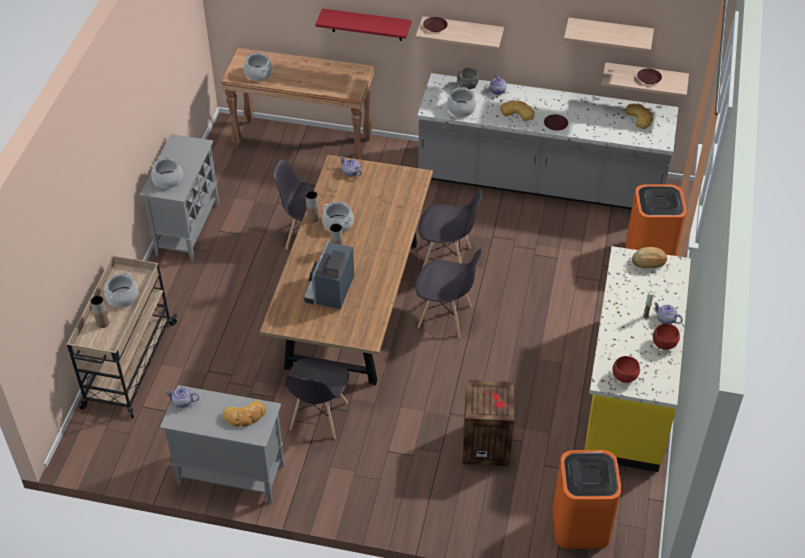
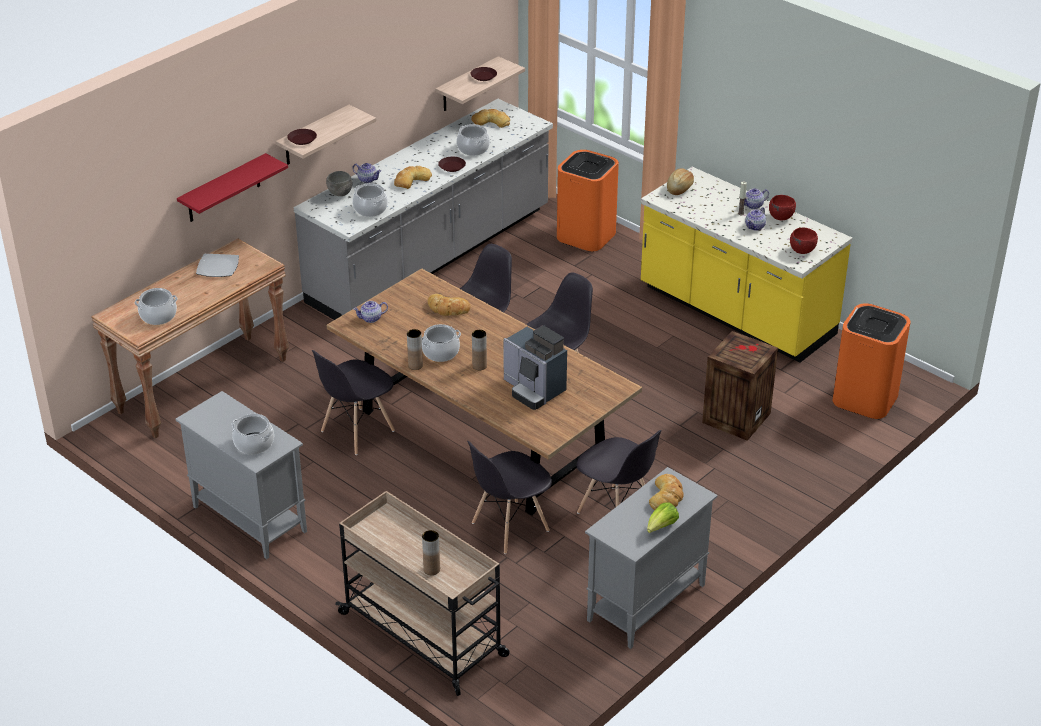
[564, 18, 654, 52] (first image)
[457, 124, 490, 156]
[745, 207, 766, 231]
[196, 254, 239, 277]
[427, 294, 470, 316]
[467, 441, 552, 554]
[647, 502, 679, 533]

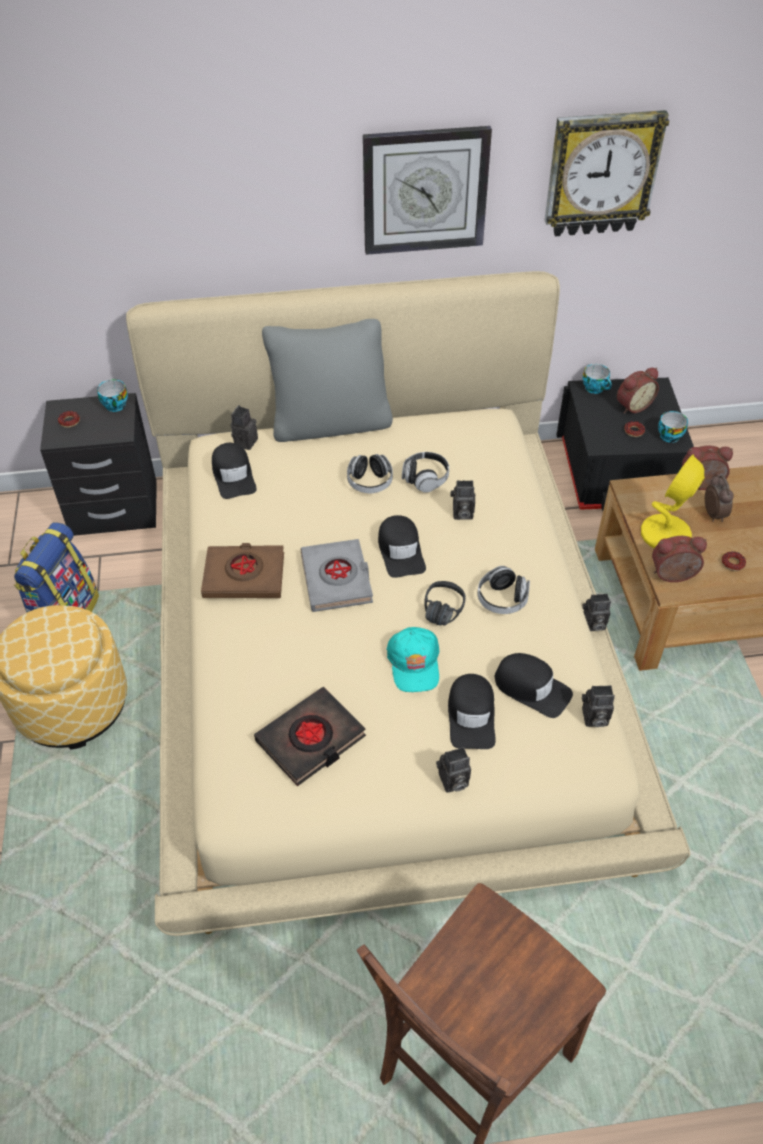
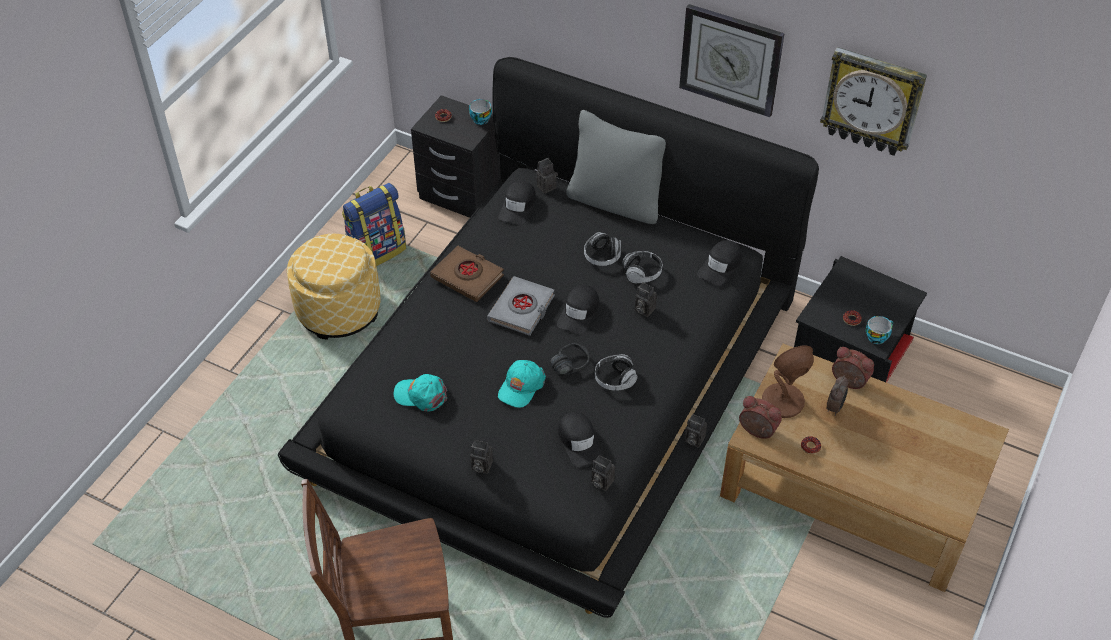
[278, 57, 819, 618]
[582, 364, 612, 394] (first image)
[617, 368, 659, 414] (first image)
[762, 346, 814, 418]
[697, 240, 742, 286]
[394, 374, 448, 412]

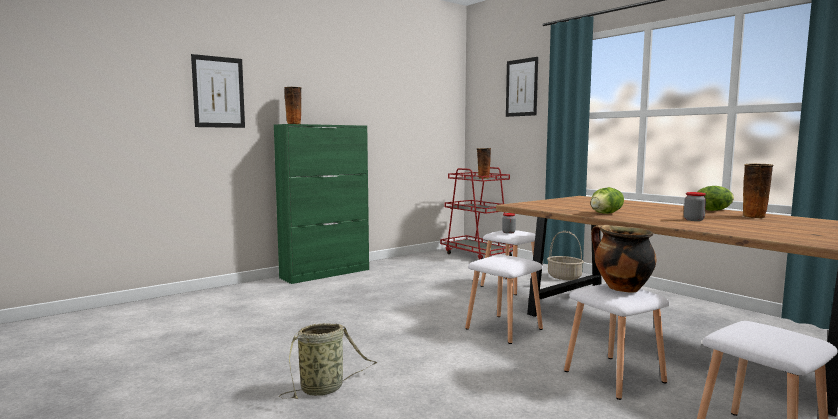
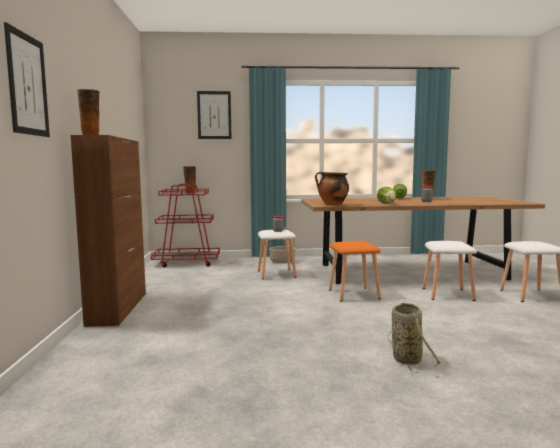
[71, 135, 146, 327]
[315, 172, 349, 205]
[329, 241, 381, 302]

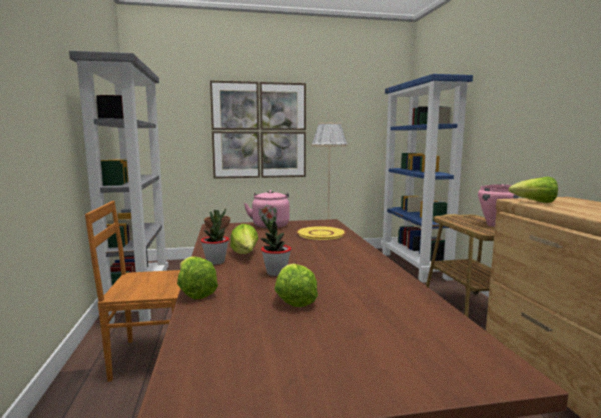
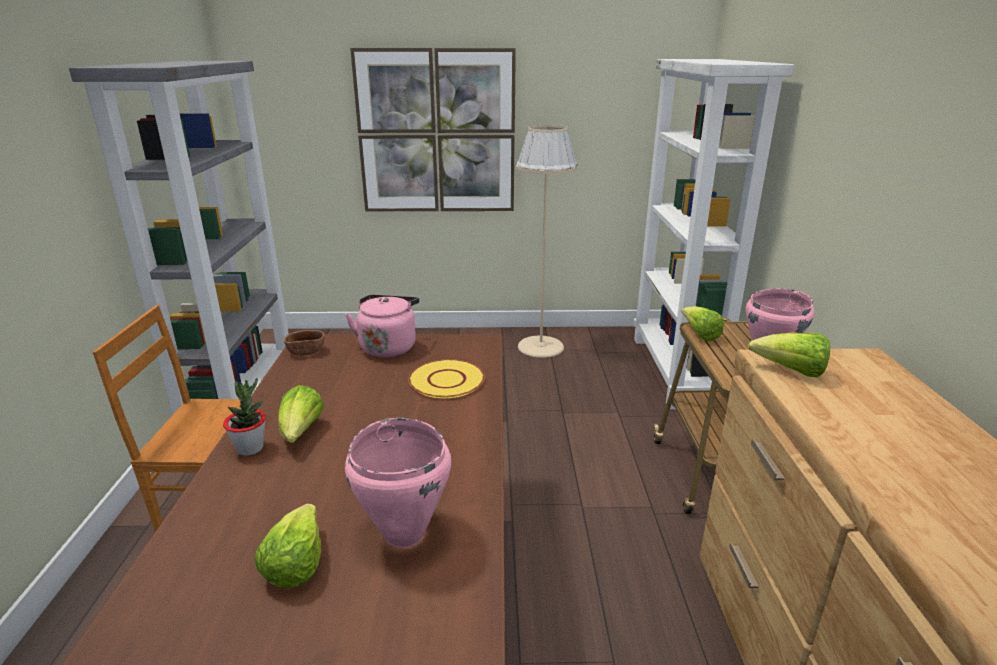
[633, 59, 794, 410]
[260, 216, 291, 276] (first image)
[681, 306, 724, 341]
[345, 418, 451, 548]

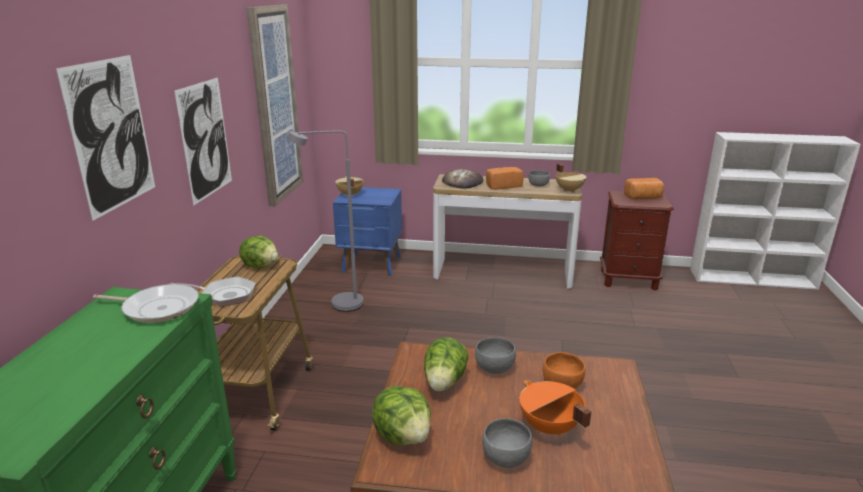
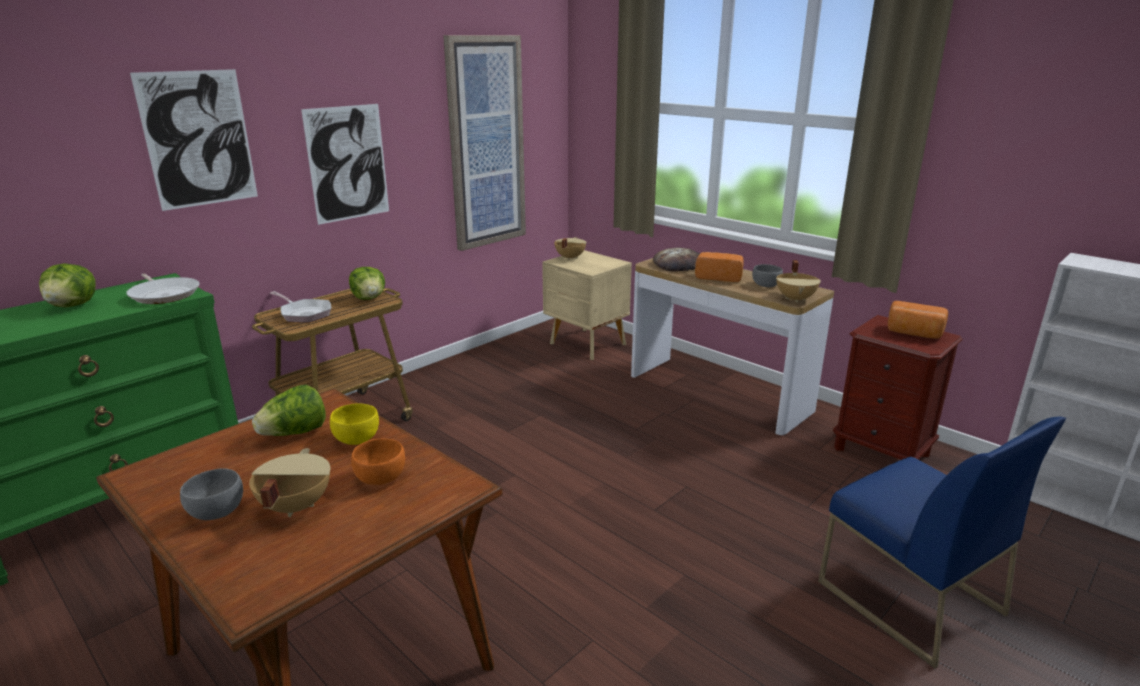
[287, 130, 363, 312] (first image)
[542, 250, 632, 360]
[330, 403, 379, 445]
[249, 448, 331, 517]
[39, 263, 96, 308]
[818, 417, 1066, 669]

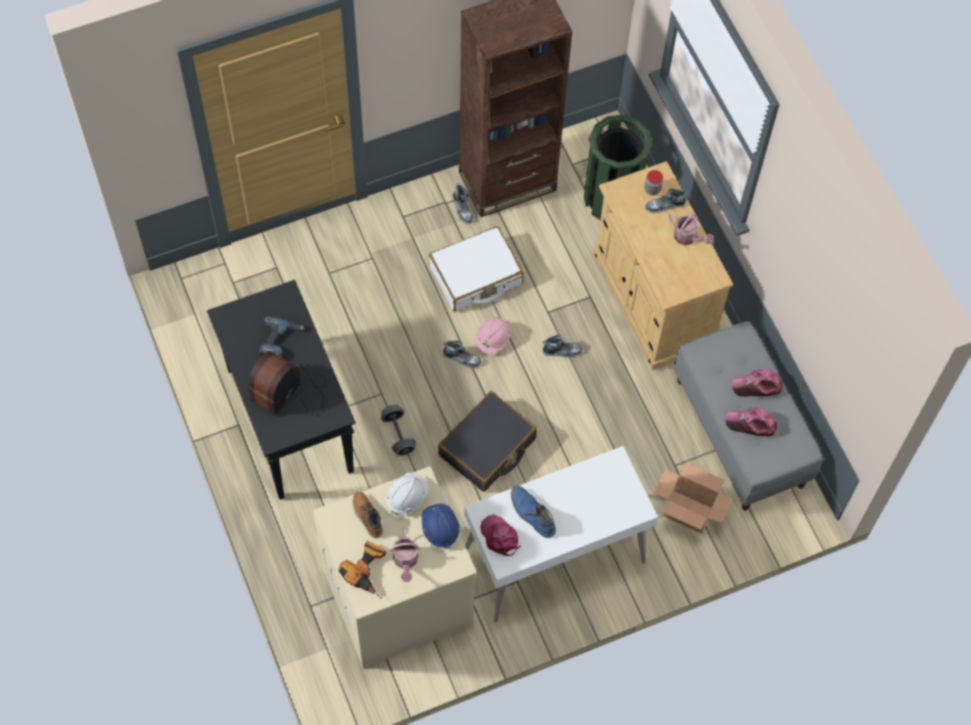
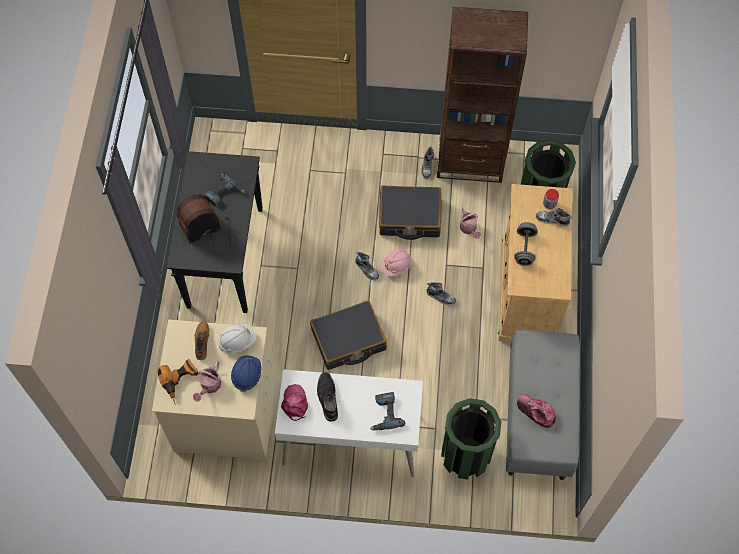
[460, 207, 481, 239]
[379, 185, 441, 240]
[731, 369, 782, 397] (first image)
[514, 222, 538, 266]
[441, 398, 501, 480]
[317, 372, 338, 421]
[370, 392, 405, 431]

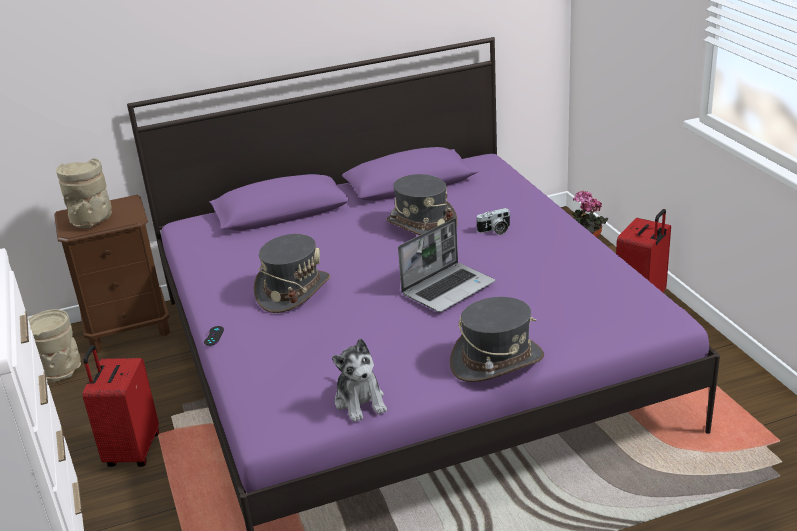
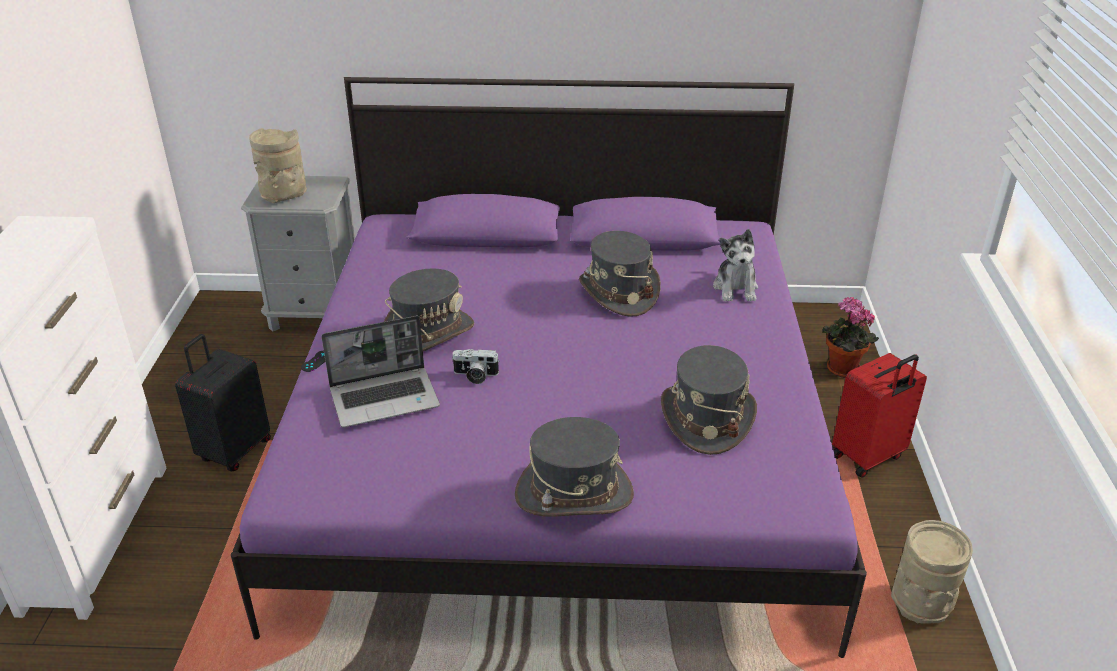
[241, 176, 355, 331]
[451, 349, 500, 384]
[321, 316, 440, 428]
[891, 520, 973, 624]
[713, 229, 758, 302]
[175, 334, 271, 471]
[661, 345, 757, 455]

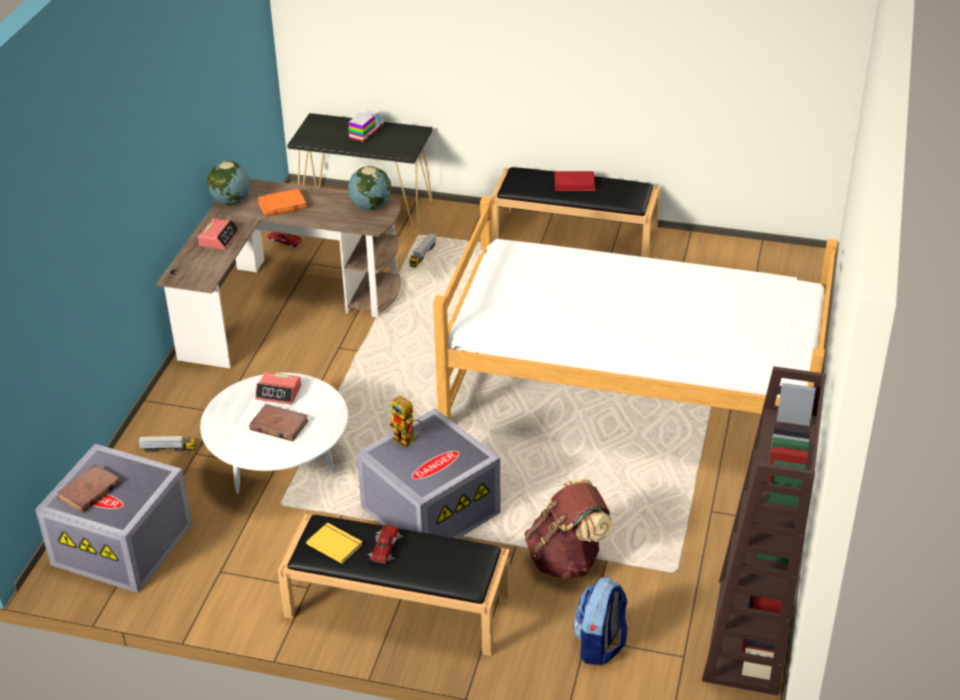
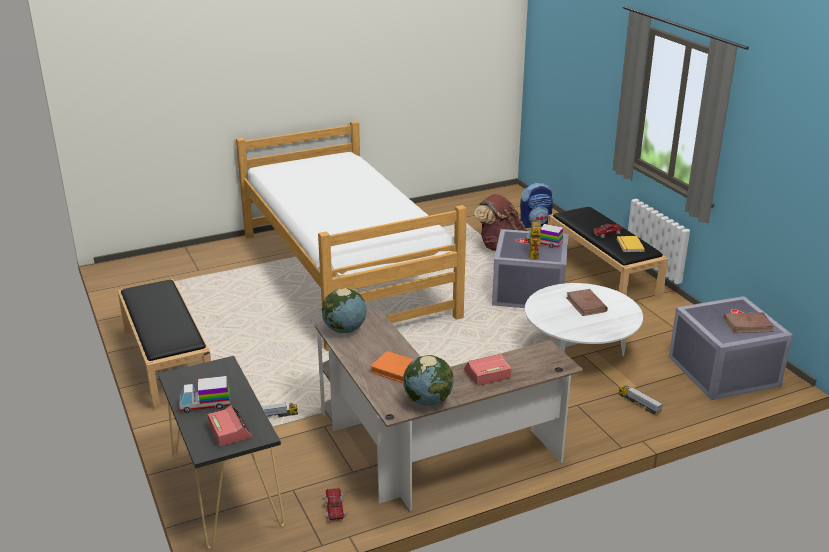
[554, 171, 596, 191] (first image)
[702, 366, 826, 695] (first image)
[208, 405, 252, 446]
[526, 224, 563, 248]

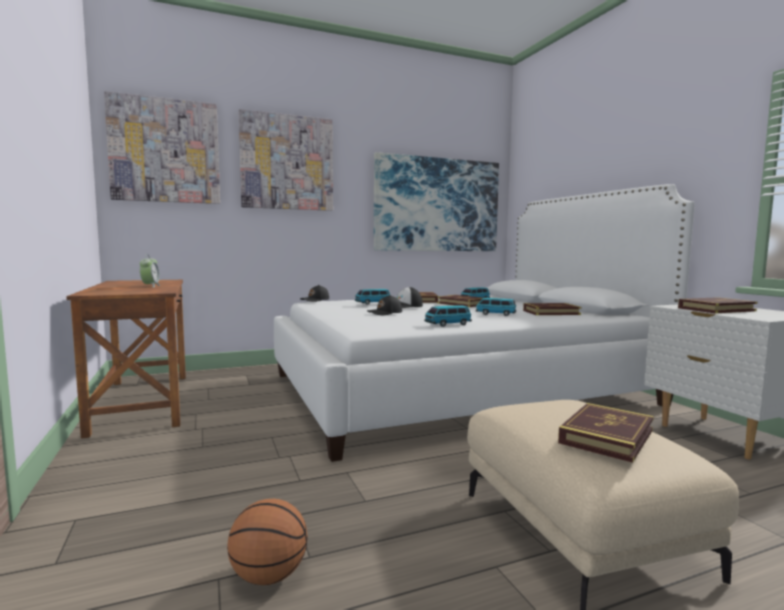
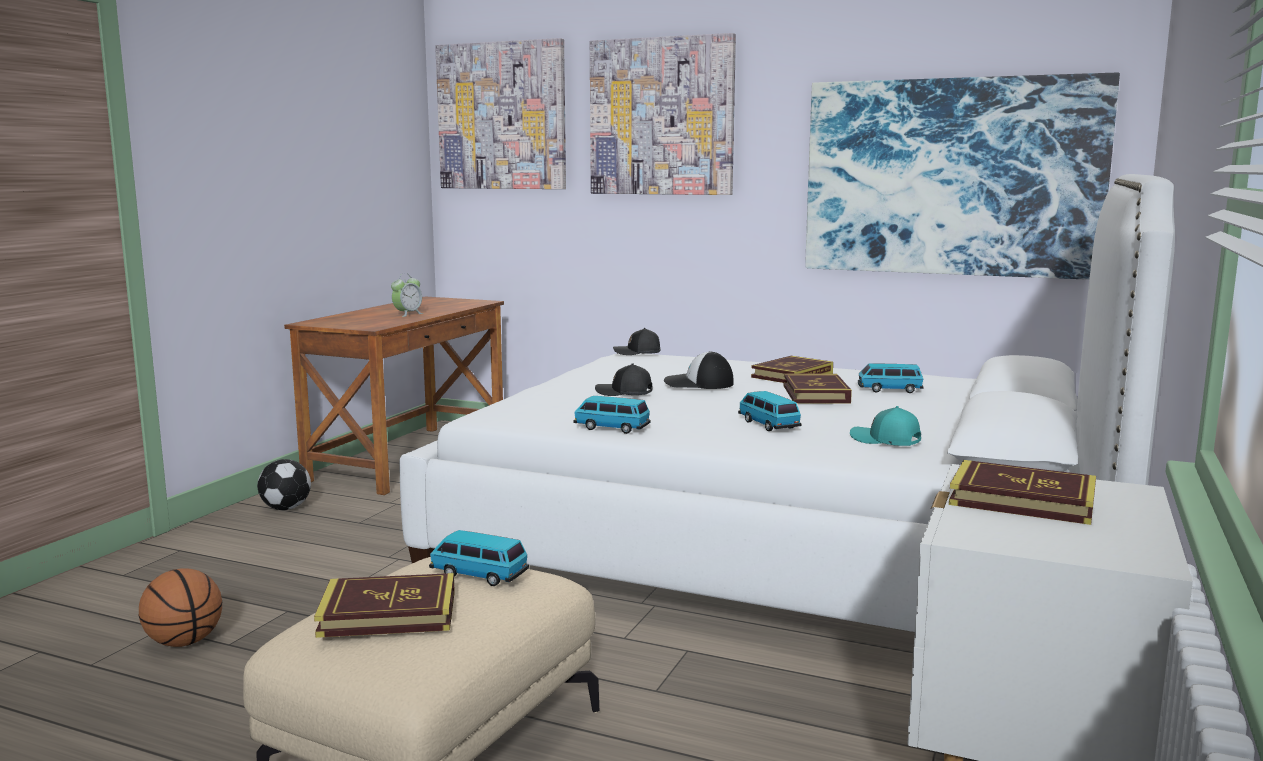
[429, 530, 529, 586]
[850, 406, 921, 446]
[257, 459, 311, 510]

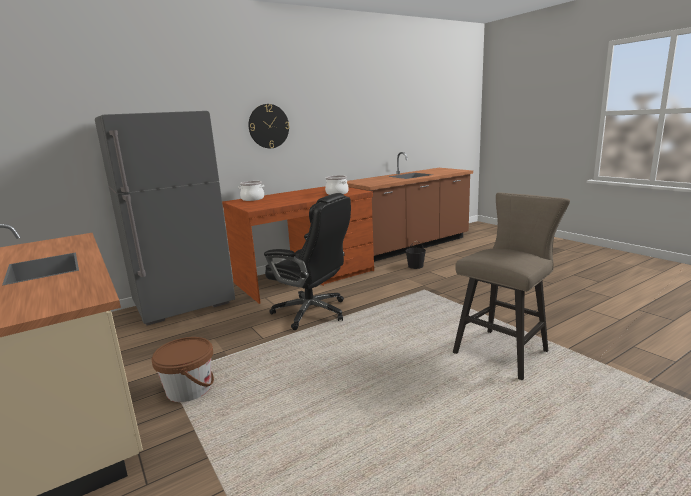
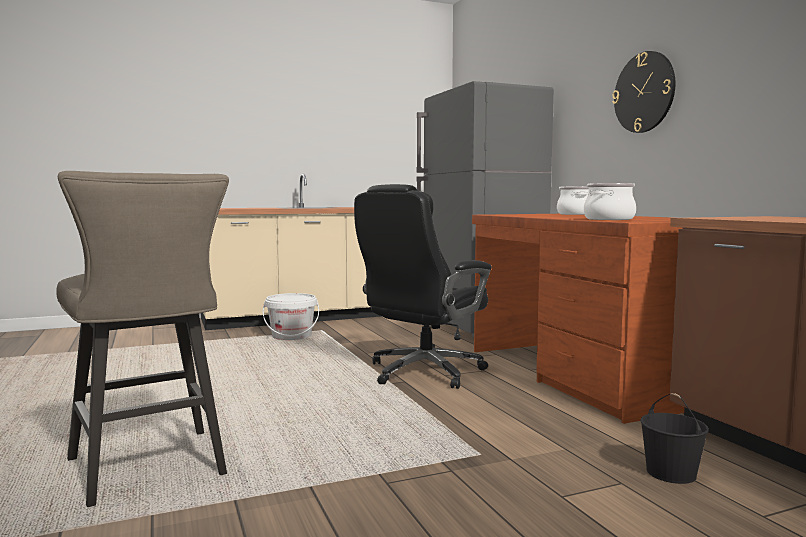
[263, 293, 319, 340]

